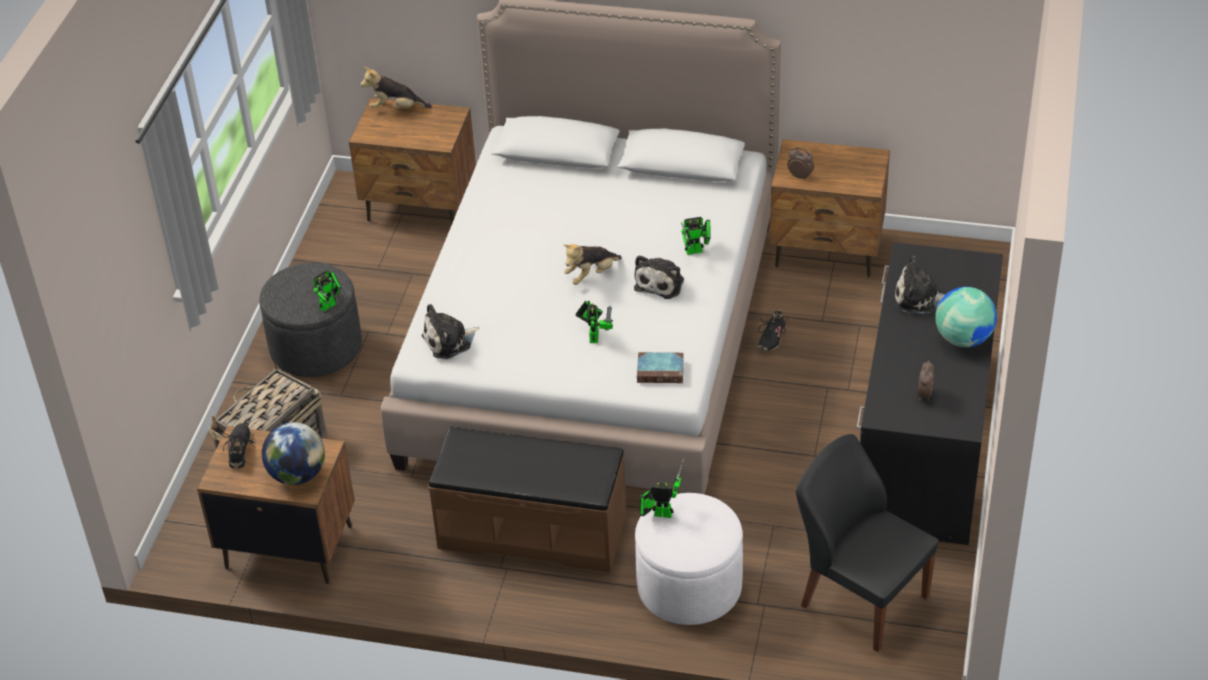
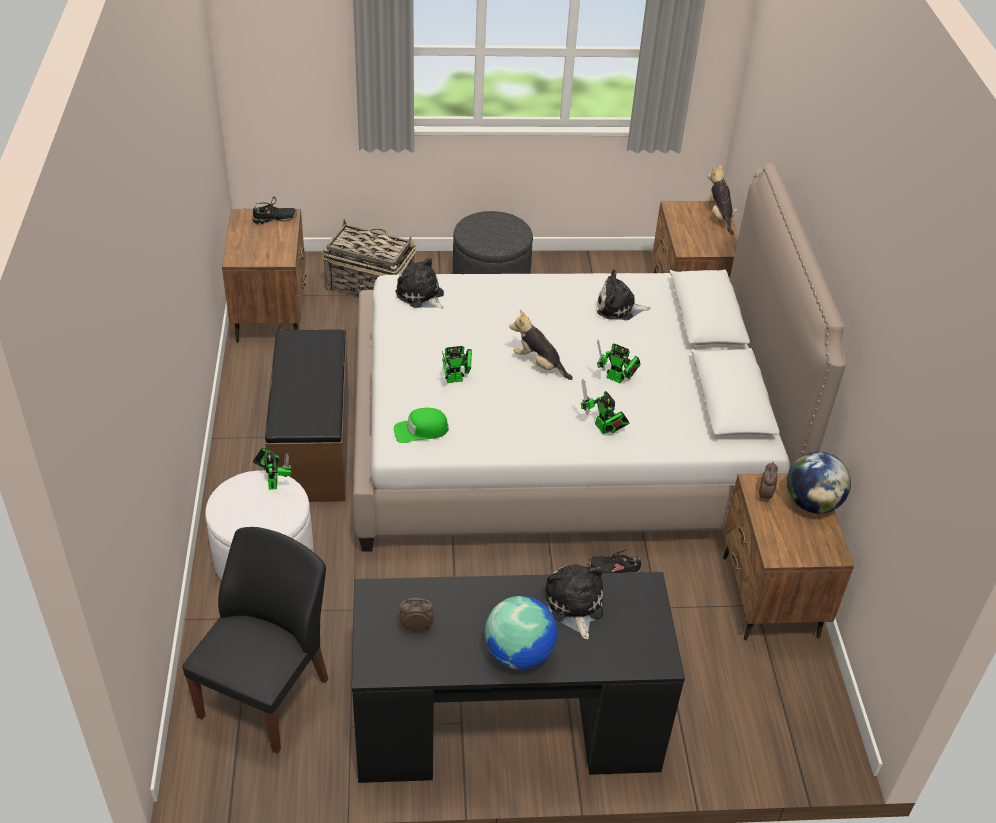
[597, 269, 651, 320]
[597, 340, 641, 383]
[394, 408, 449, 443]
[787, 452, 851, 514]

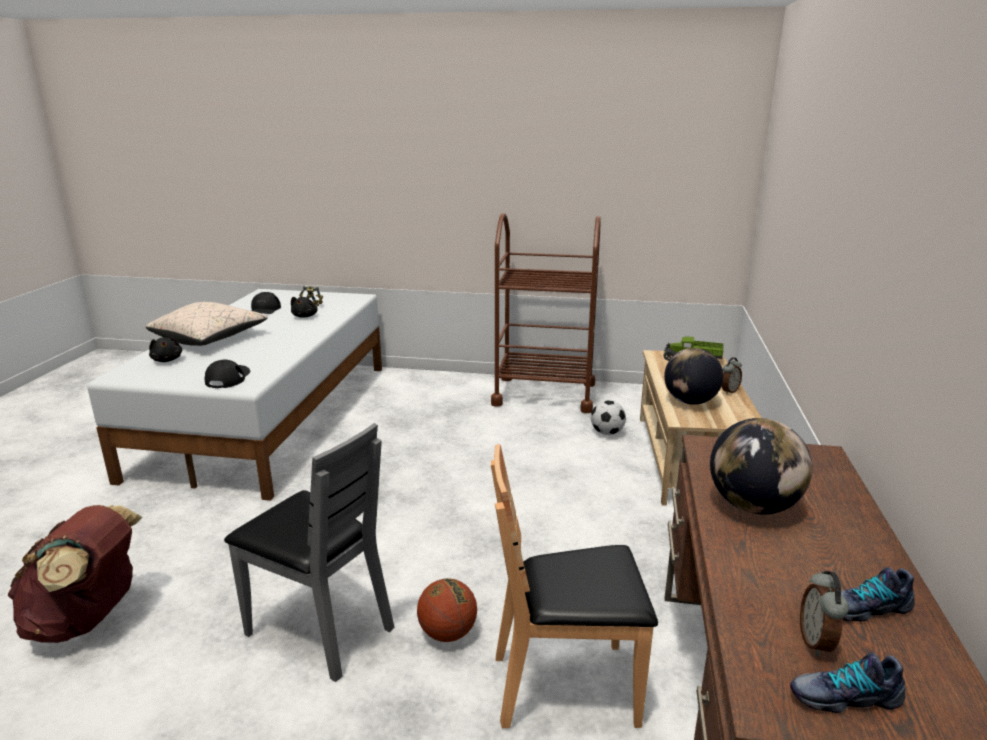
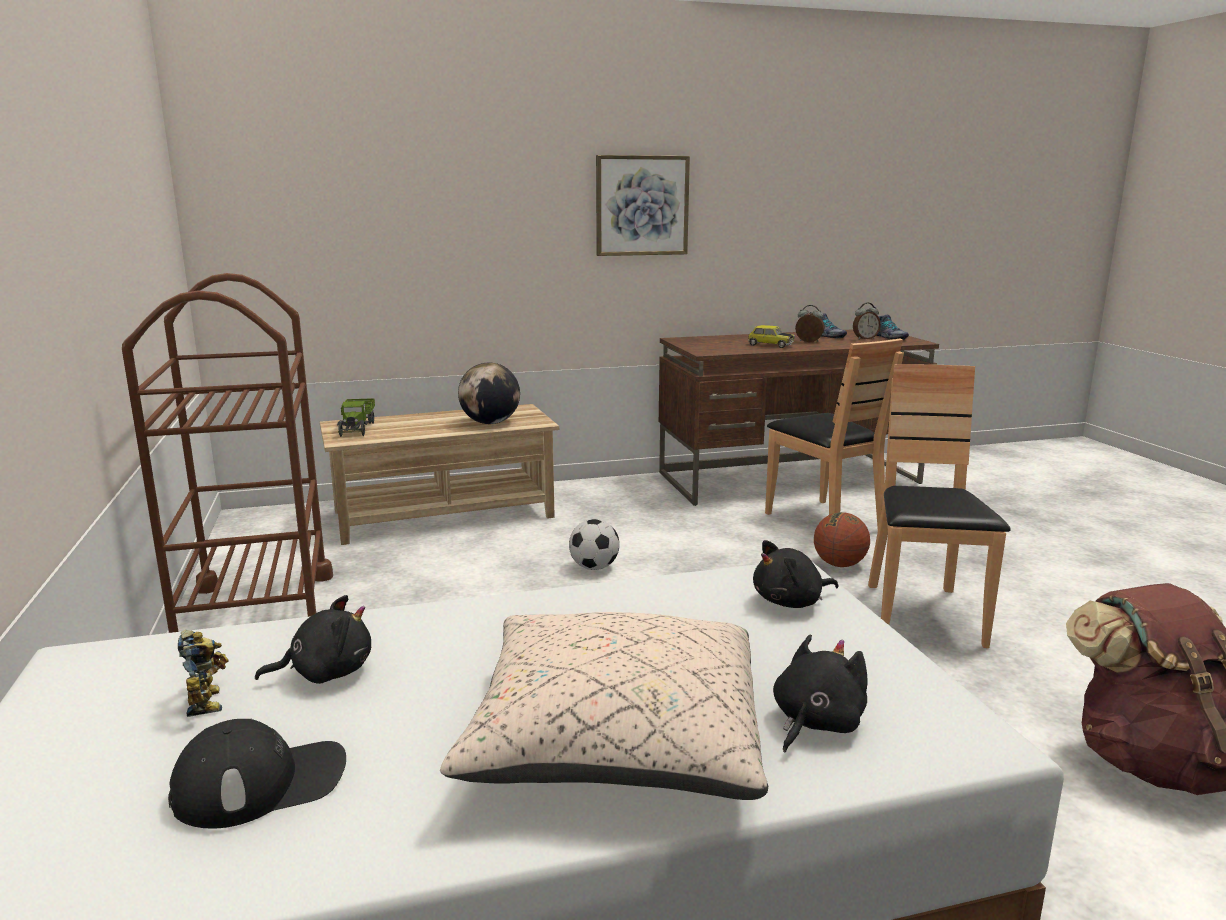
[795, 305, 825, 342]
[753, 540, 839, 608]
[569, 519, 620, 570]
[748, 325, 795, 348]
[868, 364, 1011, 648]
[596, 155, 690, 256]

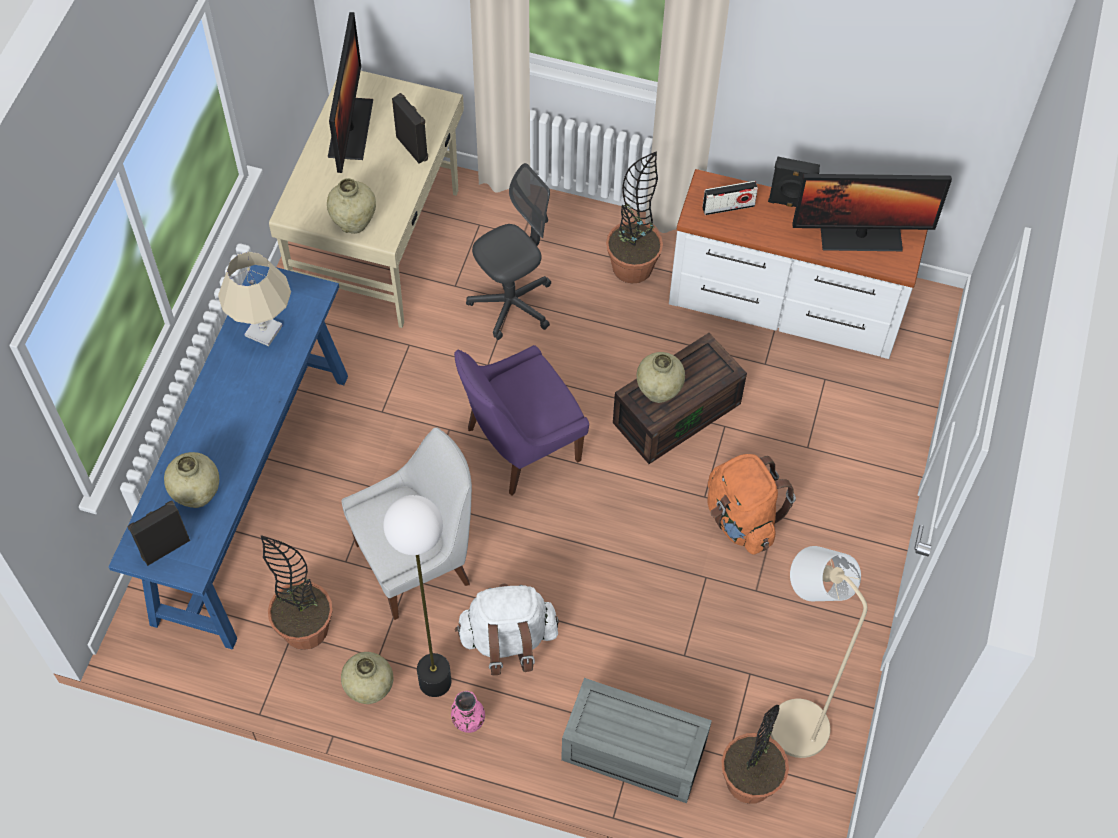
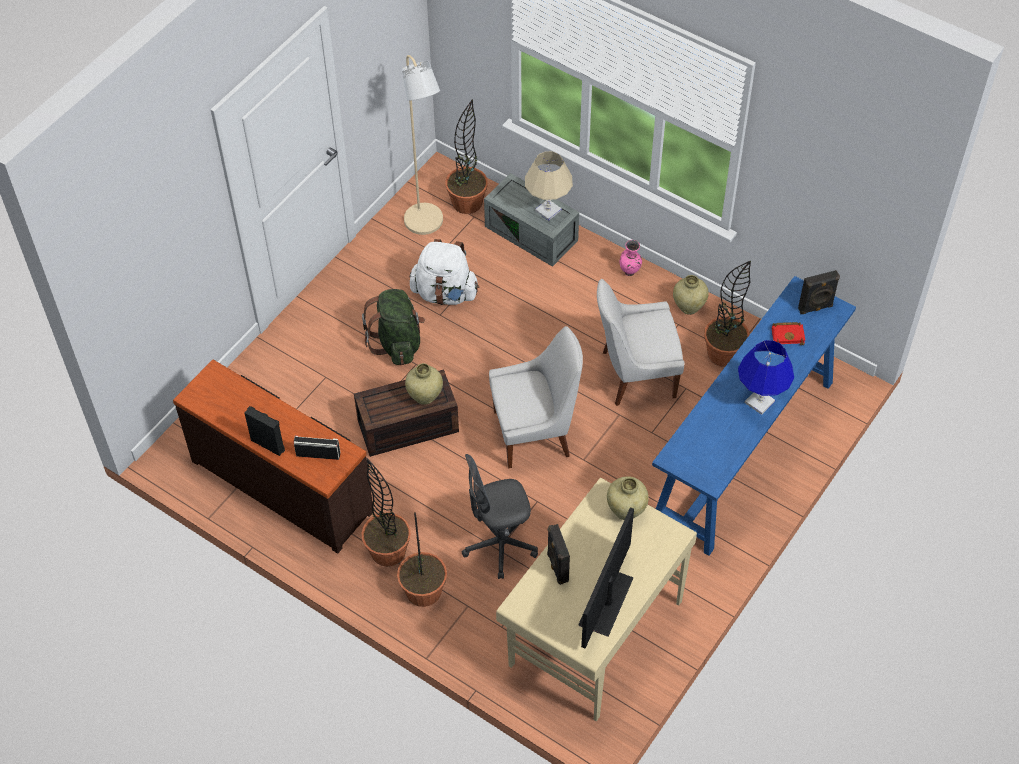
[173, 360, 373, 554]
[792, 174, 952, 251] (first image)
[525, 151, 573, 221]
[489, 326, 583, 468]
[772, 322, 805, 345]
[362, 289, 425, 365]
[383, 495, 451, 697] (first image)
[410, 239, 479, 305]
[738, 340, 794, 415]
[397, 512, 447, 607]

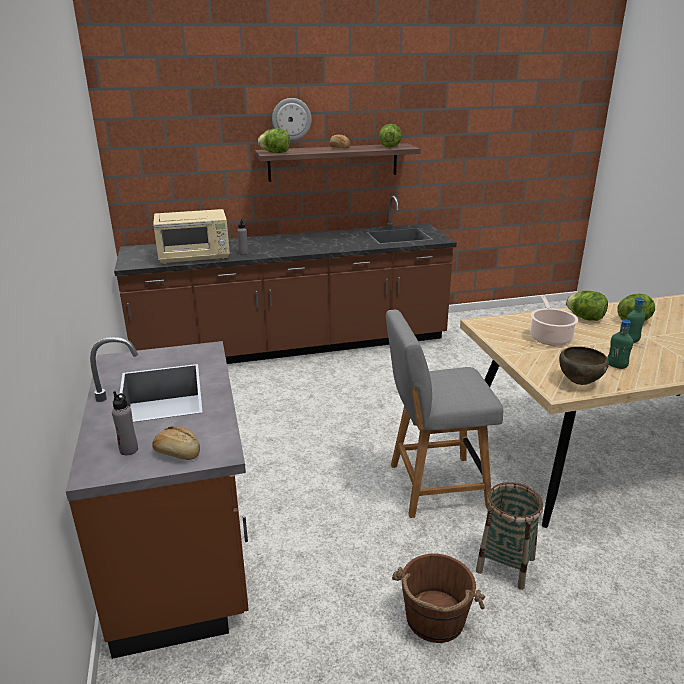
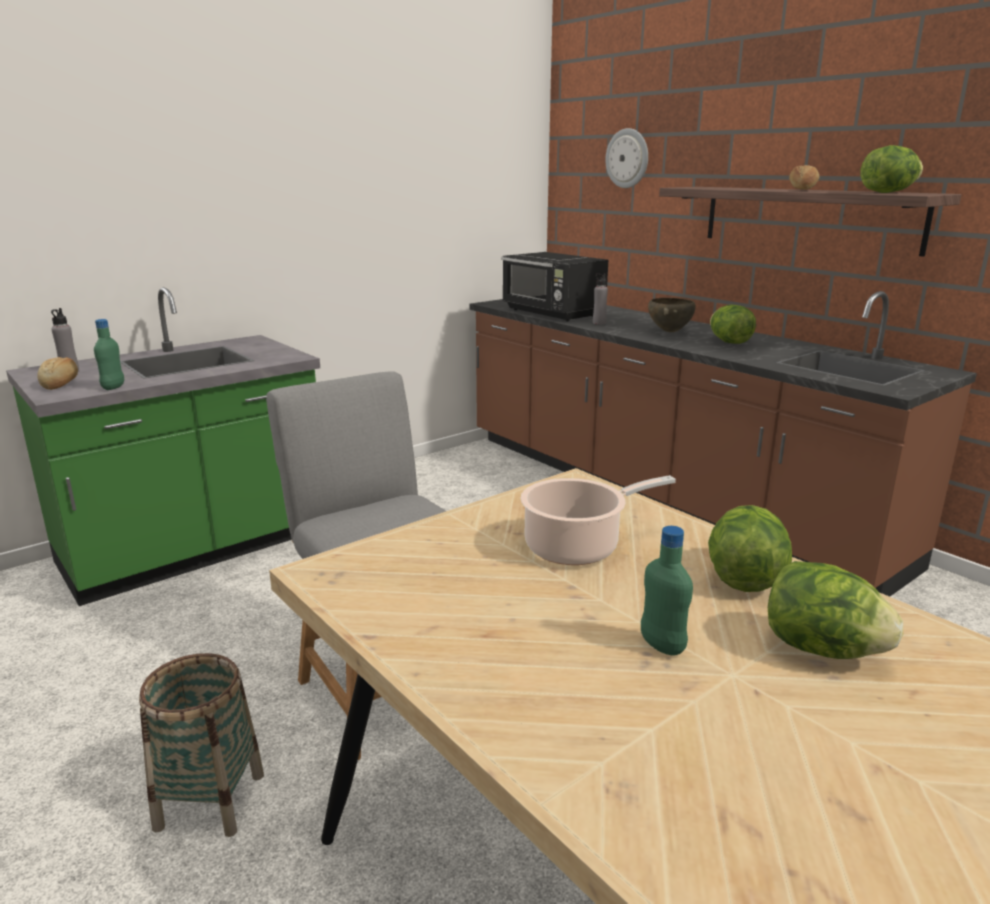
[605, 128, 648, 188]
[710, 305, 756, 344]
[502, 252, 608, 321]
[94, 319, 124, 390]
[6, 287, 320, 606]
[648, 298, 696, 332]
[392, 554, 485, 643] (first image)

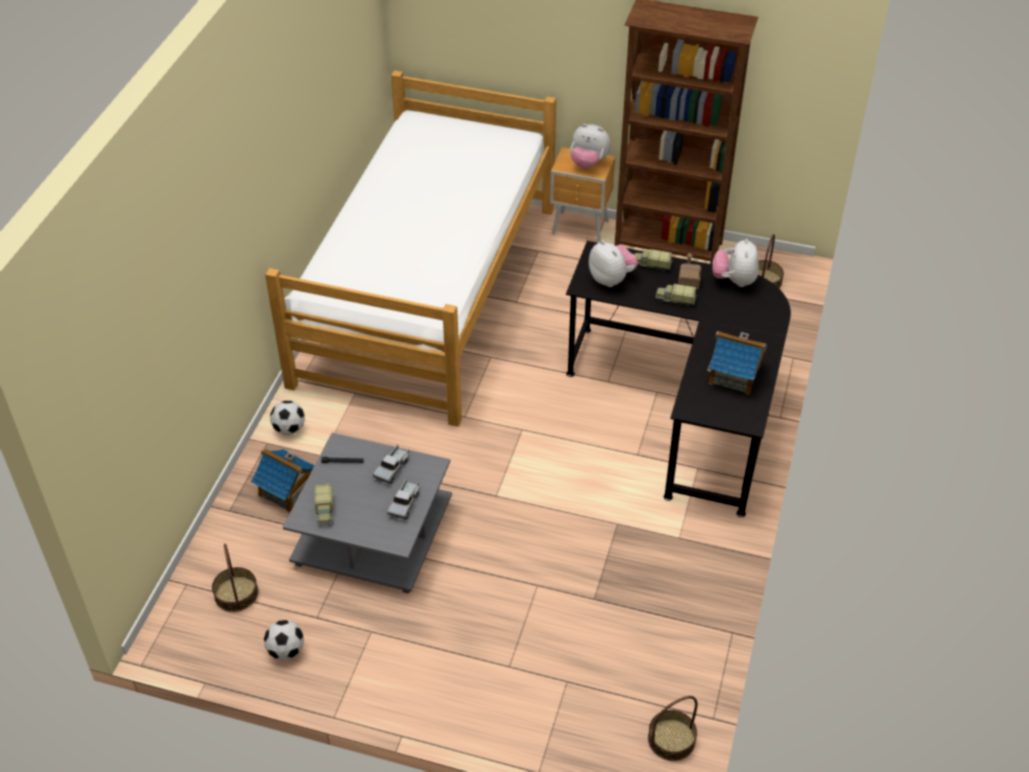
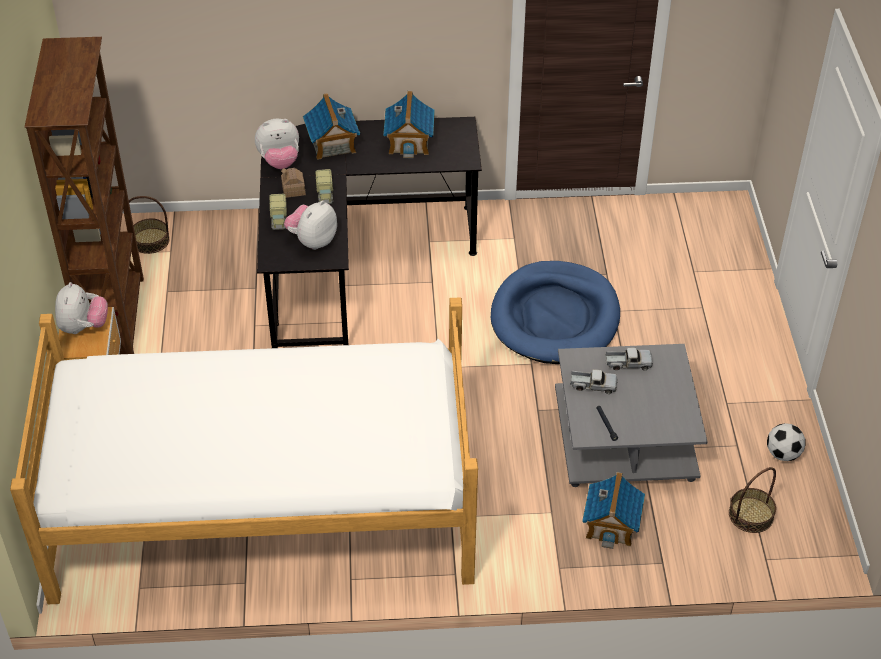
[270, 401, 305, 435] (first image)
[314, 484, 333, 526] (first image)
[648, 696, 698, 761] (first image)
[303, 93, 361, 160]
[491, 261, 620, 364]

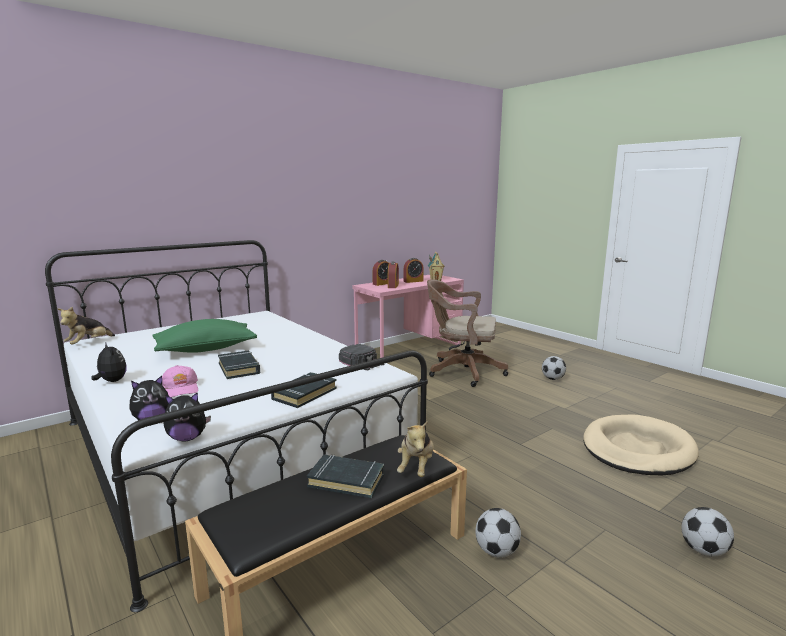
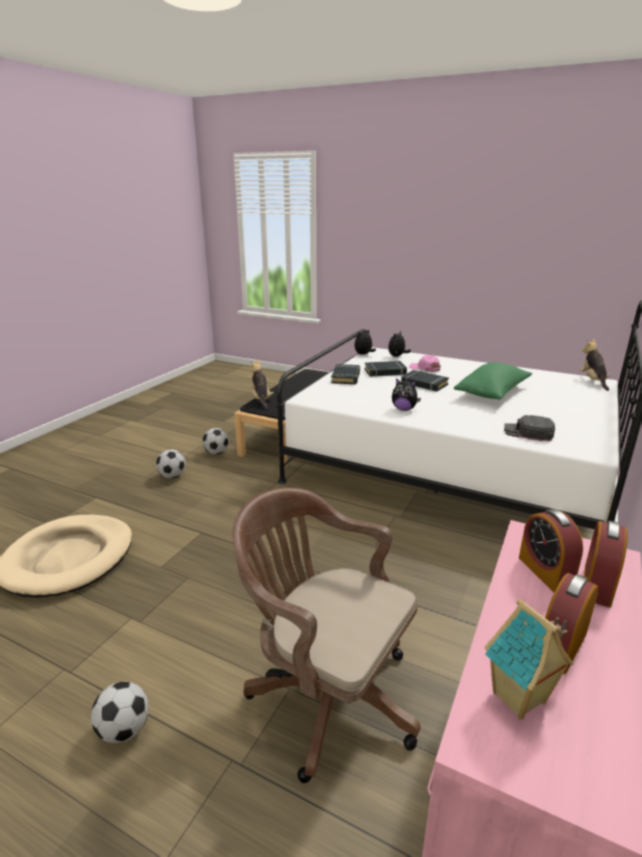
[232, 487, 420, 783]
[392, 378, 421, 411]
[504, 415, 555, 442]
[364, 361, 407, 377]
[156, 449, 186, 479]

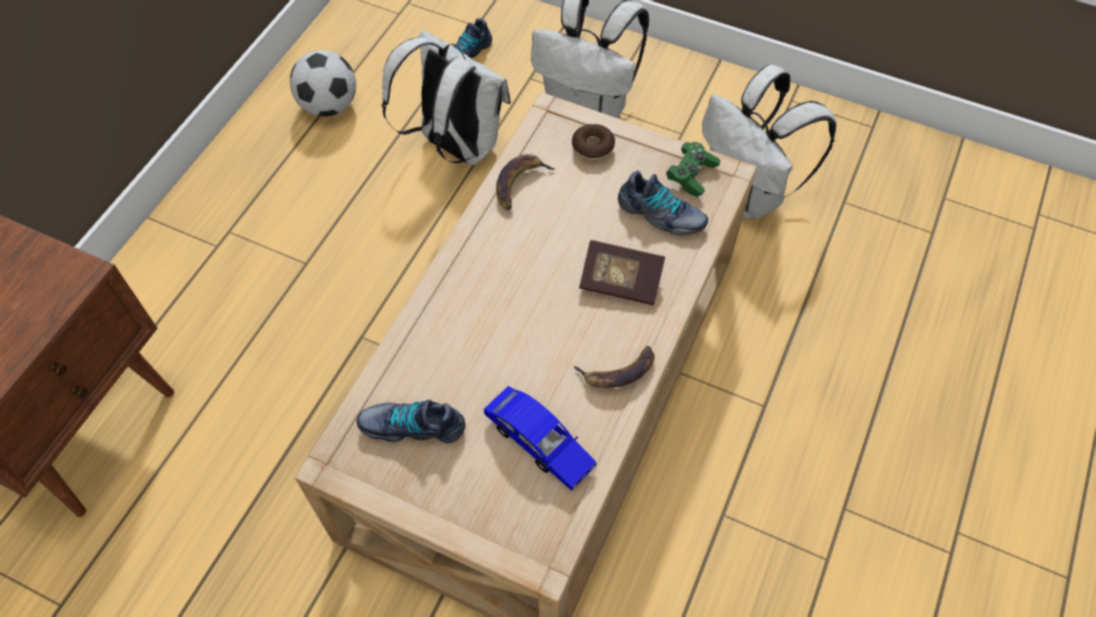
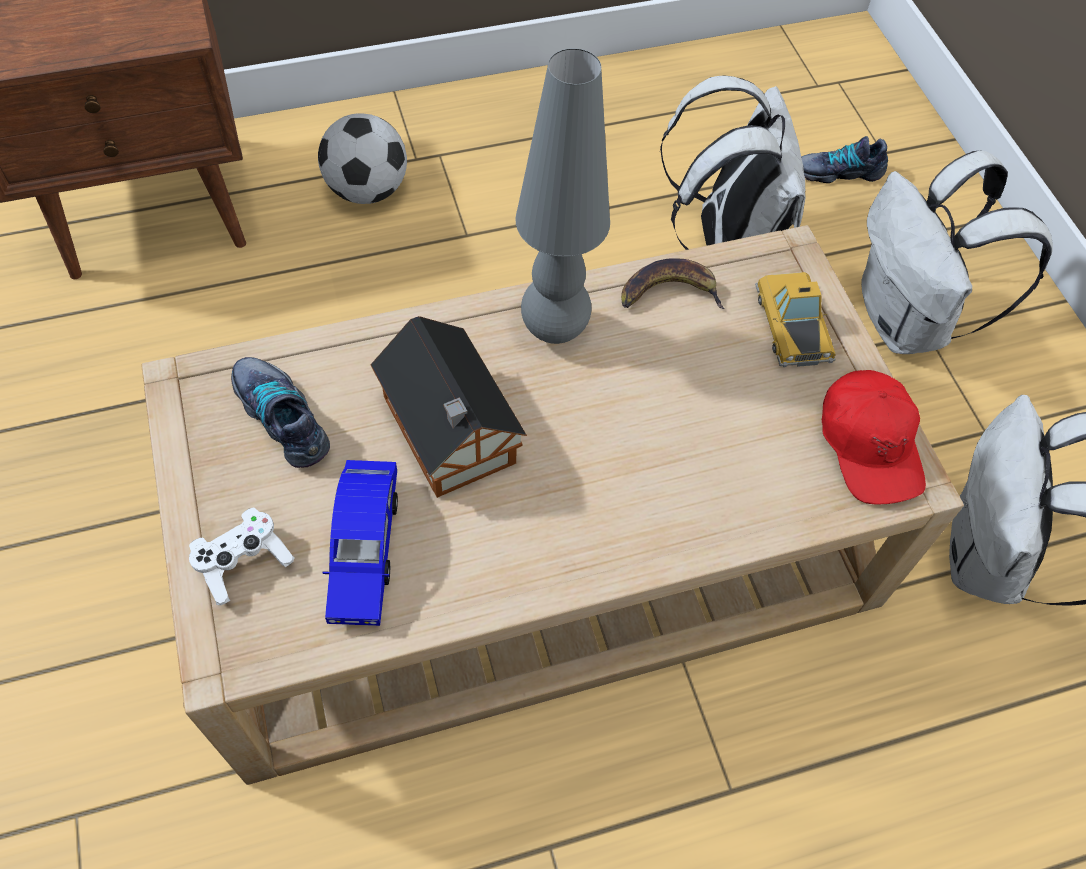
[318, 113, 407, 204]
[755, 272, 836, 367]
[822, 370, 926, 504]
[618, 170, 708, 235] (first image)
[579, 240, 665, 305] (first image)
[574, 346, 655, 388] (first image)
[515, 48, 610, 344]
[370, 316, 527, 498]
[189, 507, 295, 605]

